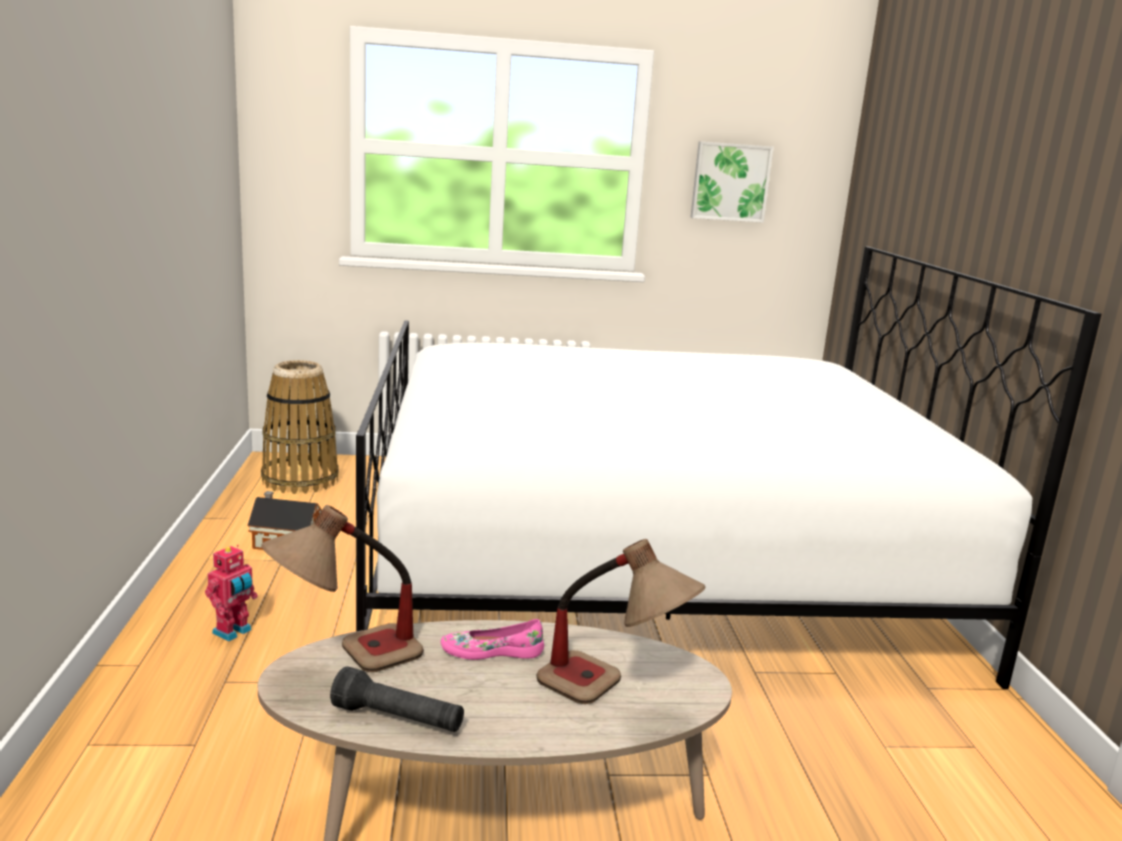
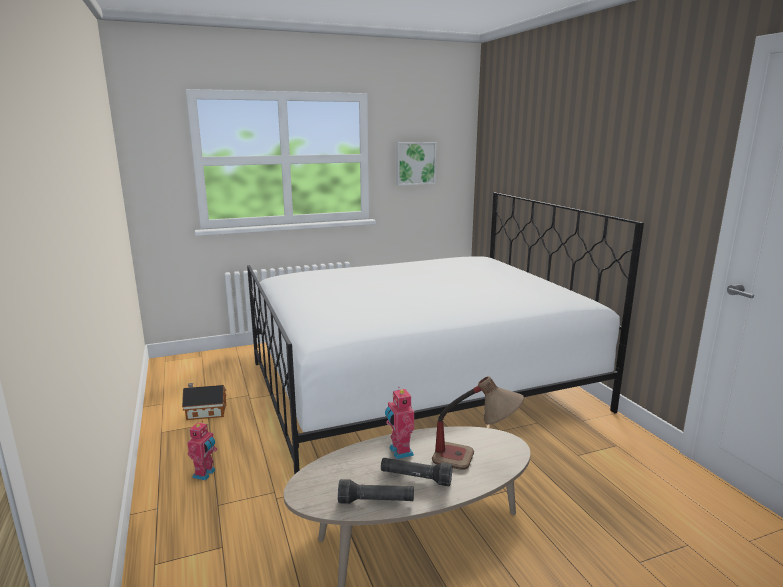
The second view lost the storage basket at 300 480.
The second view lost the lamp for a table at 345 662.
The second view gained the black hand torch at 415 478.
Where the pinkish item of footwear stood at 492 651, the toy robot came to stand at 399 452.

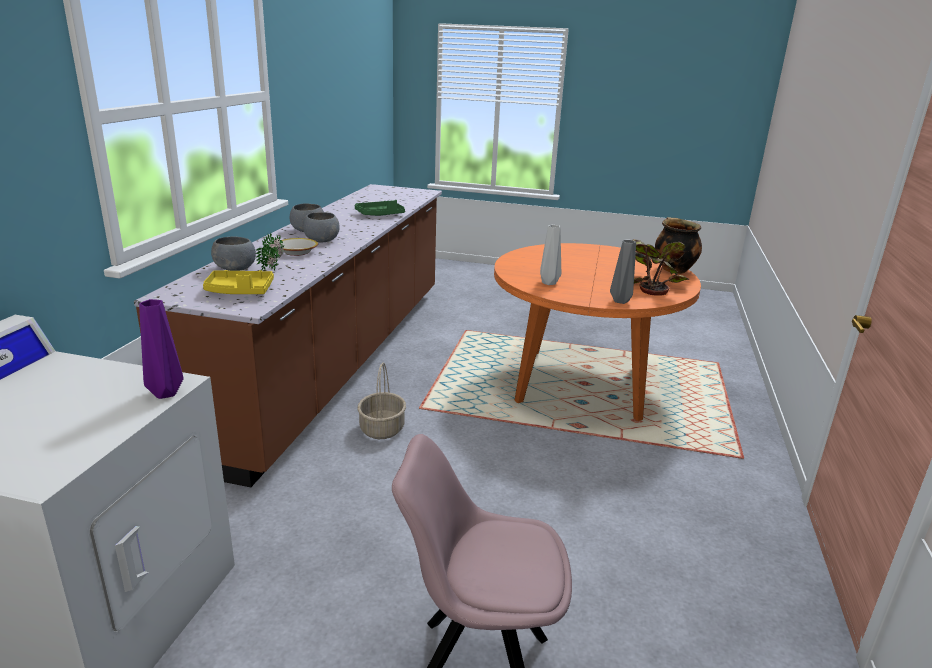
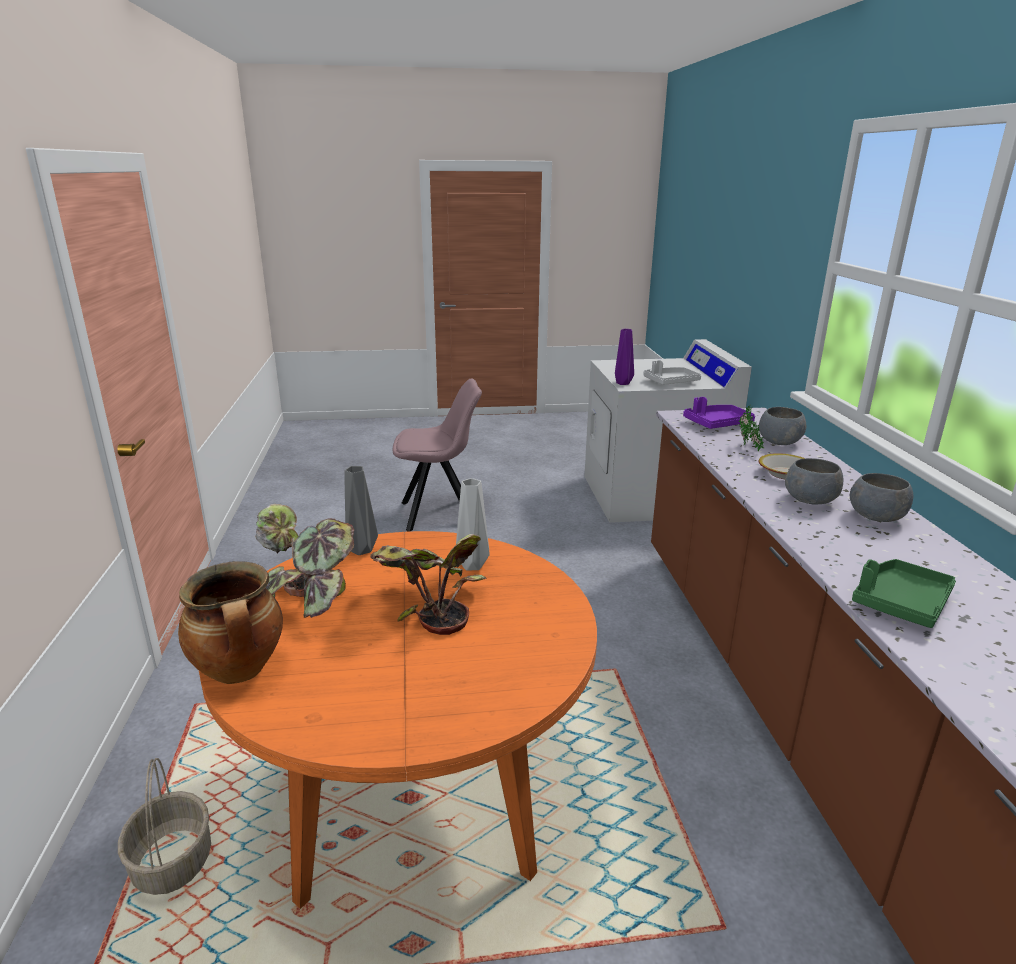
The second view gained the plant in a pot at 427 605.
The second view gained the gray serving tray at 670 382.
The storage basket ended up elsewhere, having gone from 382 429 to 171 861.
What was the yellowish serving tray at 239 291 turned into the purple serving tray at 717 424.

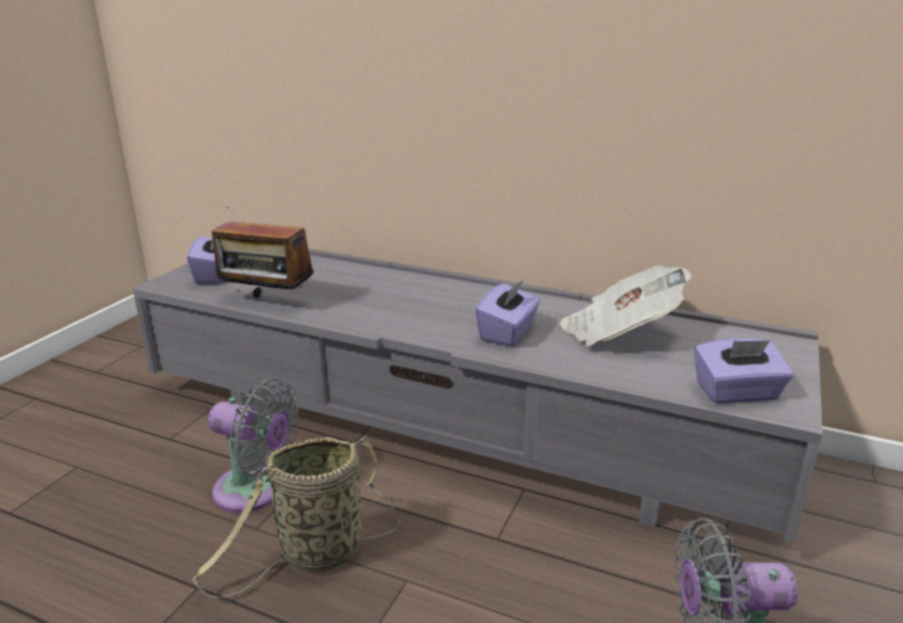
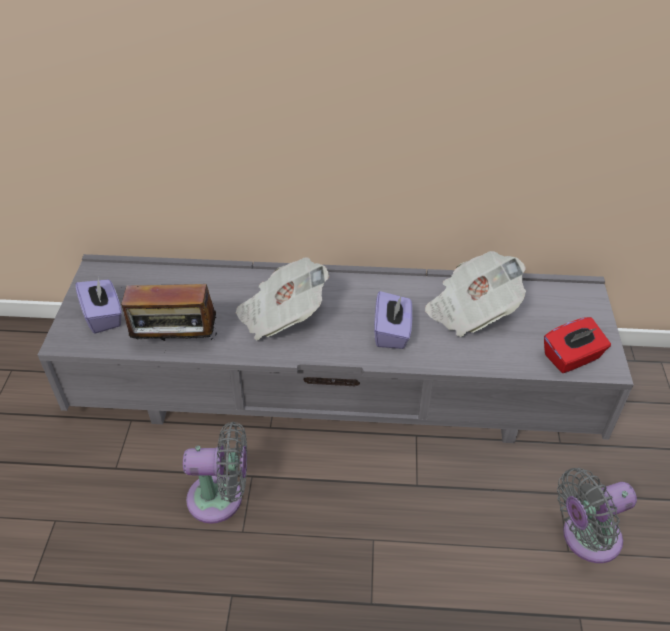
The second view lost the storage basket at 316 555.
The second view gained the newspaper at 281 315.
What was the purple tissue holder at 737 393 turned into the red tissue holder at 572 358.

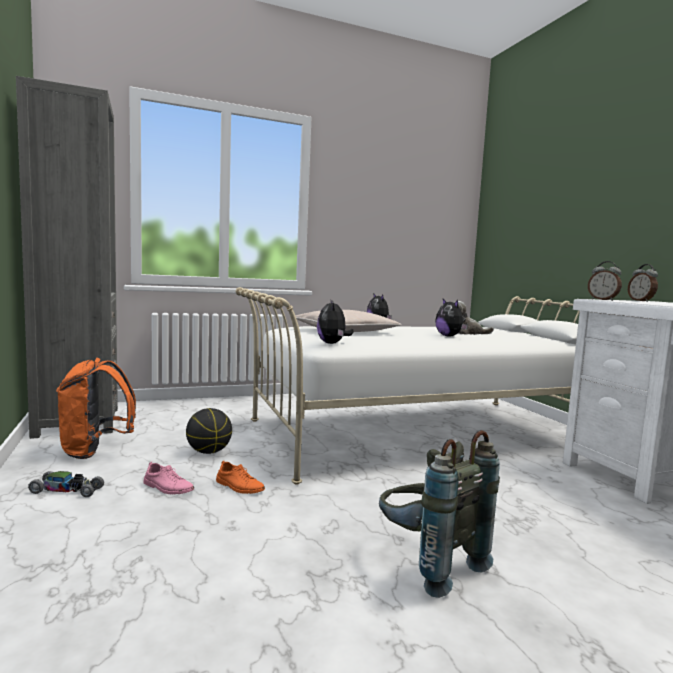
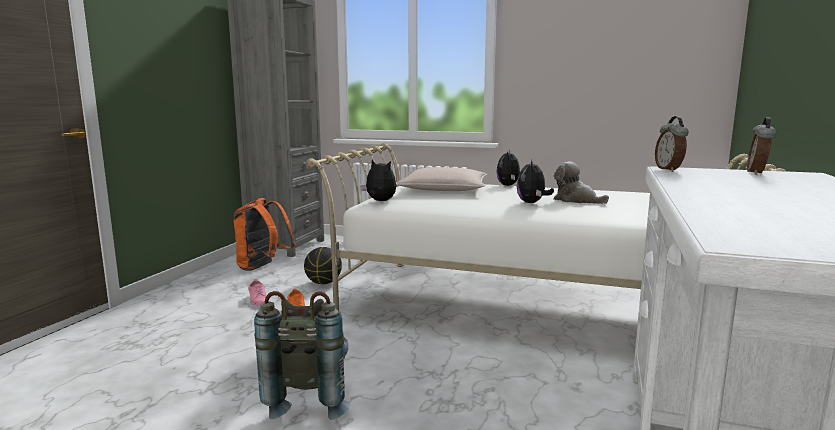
The second view lost the miniature car at 67 490.
The soft toy at 332 343 ended up facing another way, 90 degrees clockwise from before.

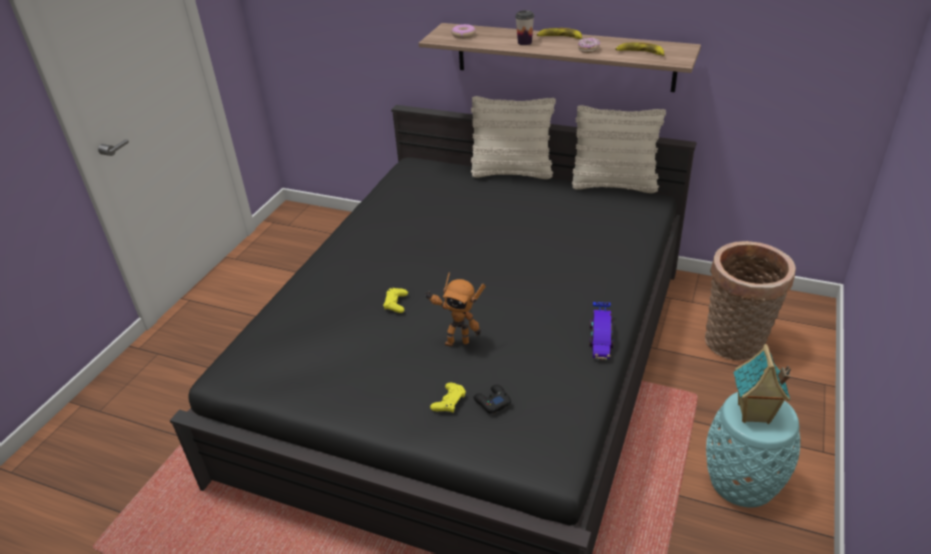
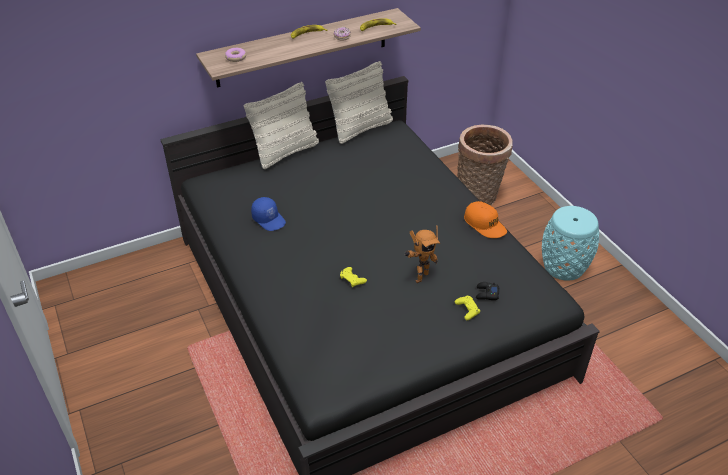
The second view lost the drinking cup at 524 42.
The second view lost the model house at 753 414.
The second view gained the blue-coloured peaked cap at 269 219.
Where the miniature car stood at 601 338, the orangey peaked cap came to stand at 485 224.

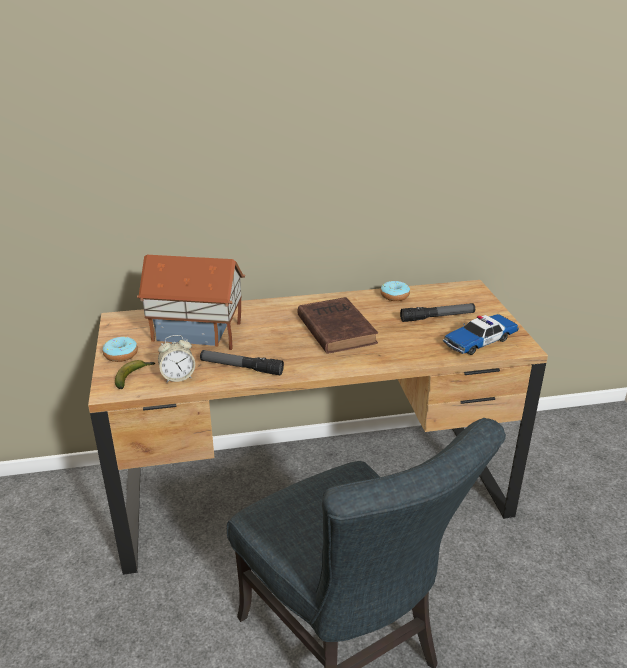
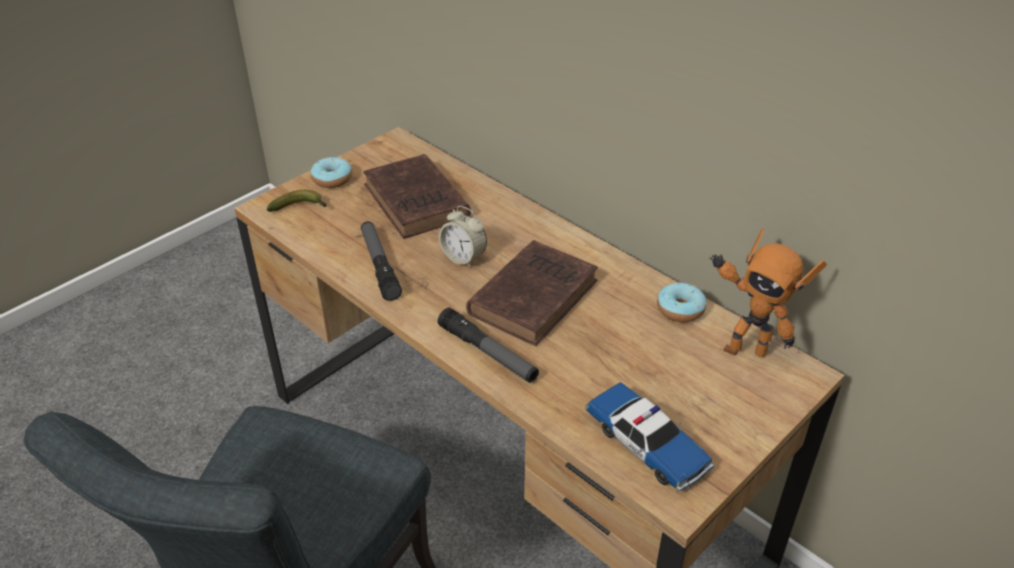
The second view gained the toy robot at 744 348.
The bedside clock ended up elsewhere, having gone from 178 377 to 463 257.
The hand torch ended up elsewhere, having gone from 437 317 to 488 353.
Where the model house stood at 197 334, the brown book came to stand at 417 203.
The miniature car at 480 341 ended up facing another way, 150 degrees counterclockwise from before.

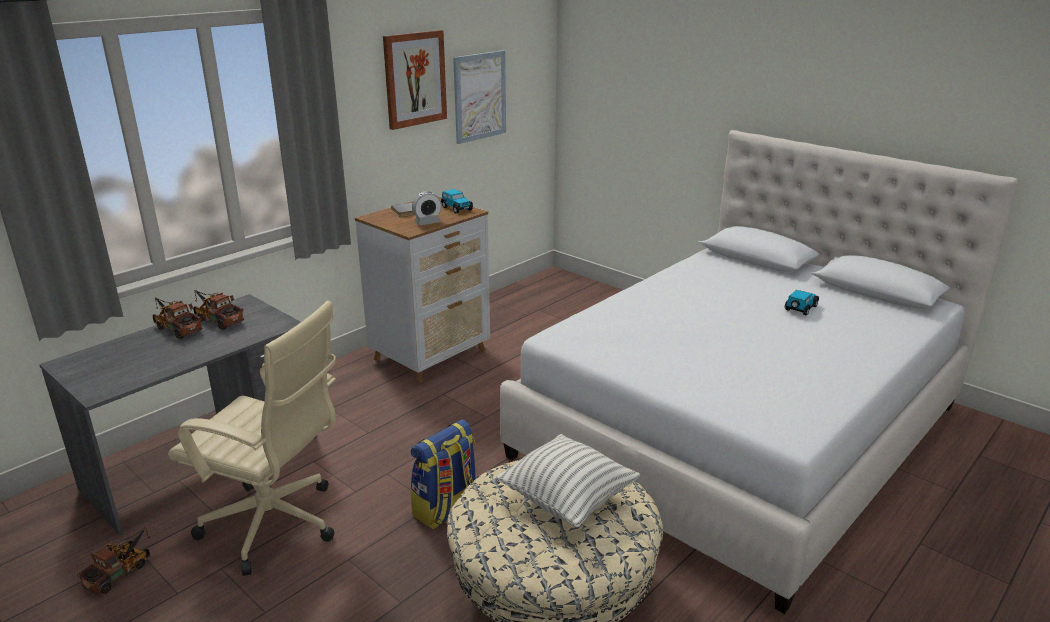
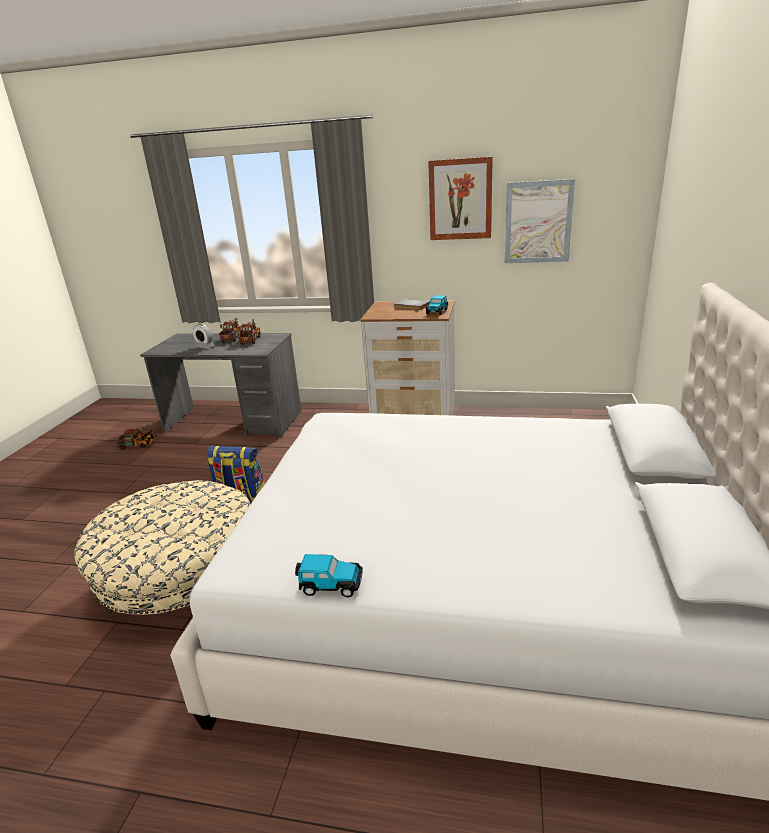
The second view lost the beige-coloured office chair at 277 526.
The second view lost the pillow at 567 500.
The bedside clock ended up elsewhere, having gone from 427 222 to 205 347.
The miniature car ended up elsewhere, having gone from 800 308 to 330 584.

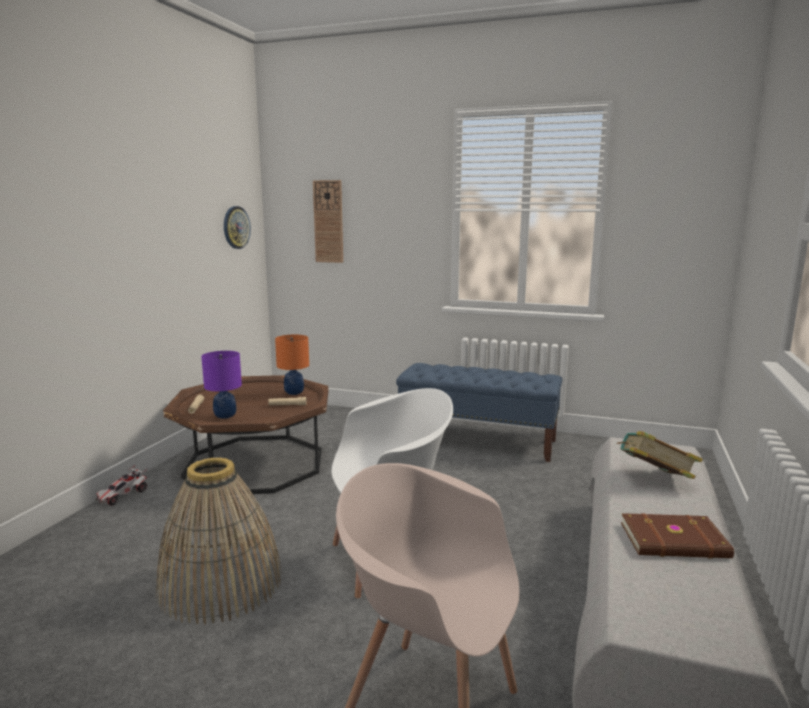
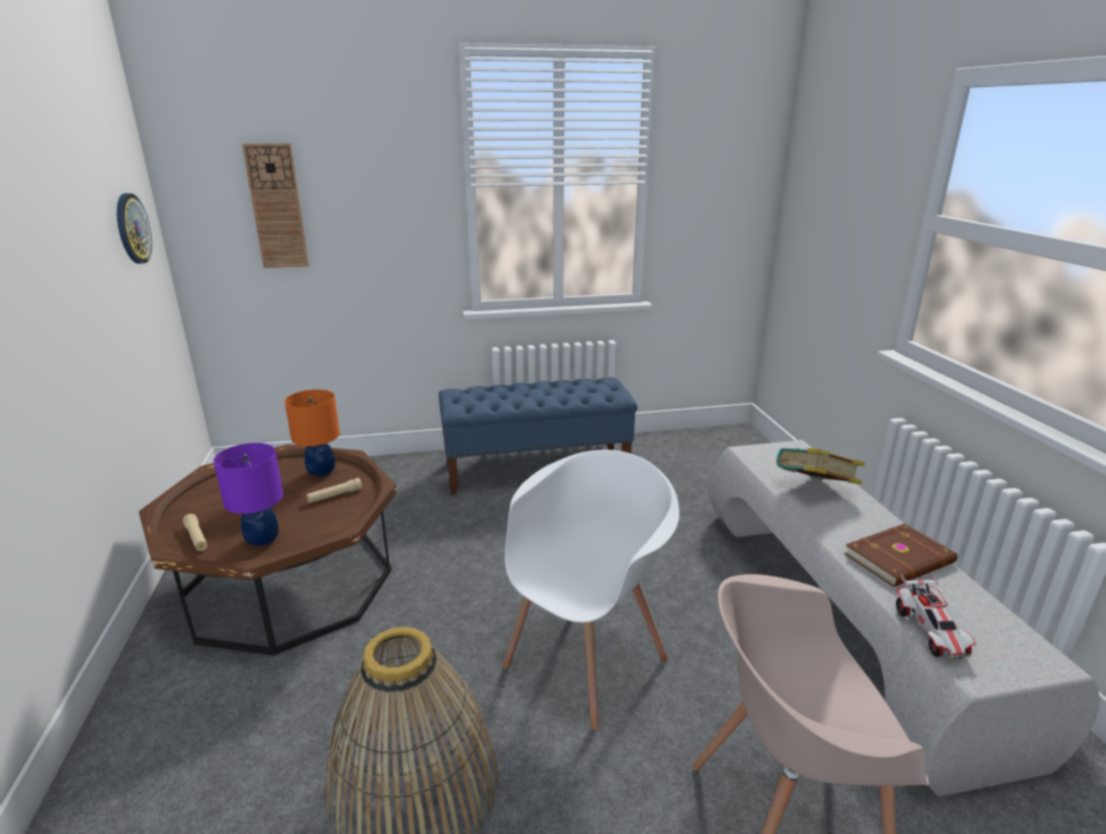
The miniature car ended up elsewhere, having gone from 123 496 to 931 632.

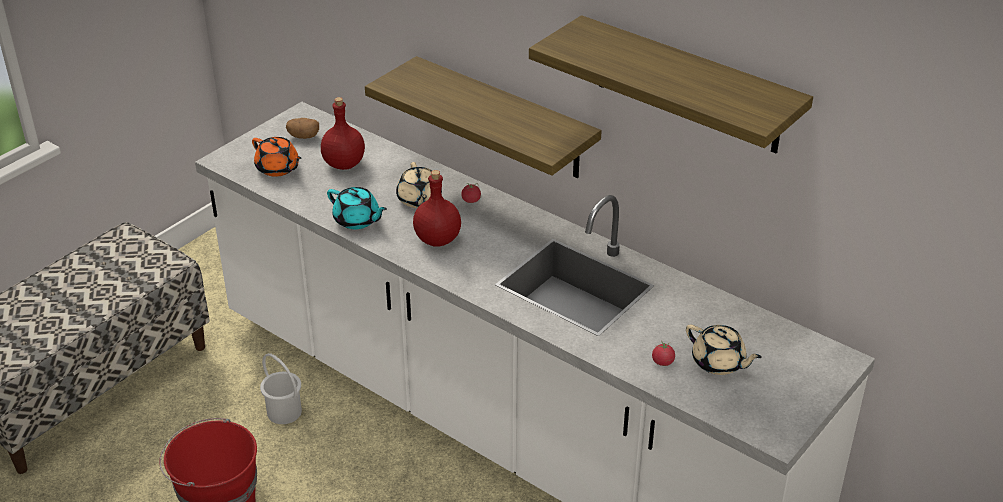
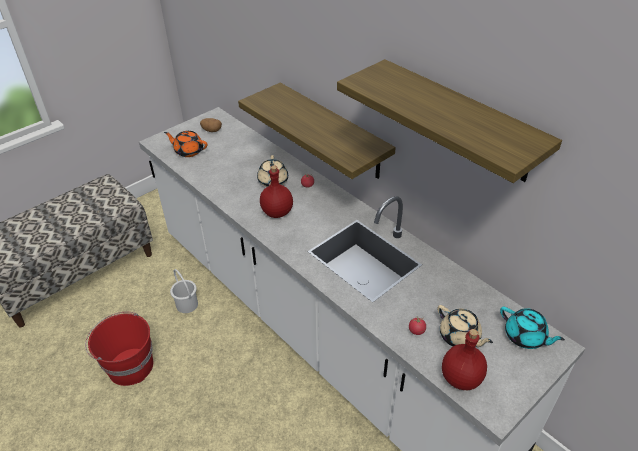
The red beverage bottle ended up elsewhere, having gone from 344 164 to 461 378.
The blue-green teapot ended up elsewhere, having gone from 357 220 to 525 337.
The orangey teapot at 278 168 ended up facing another way, 150 degrees clockwise from before.

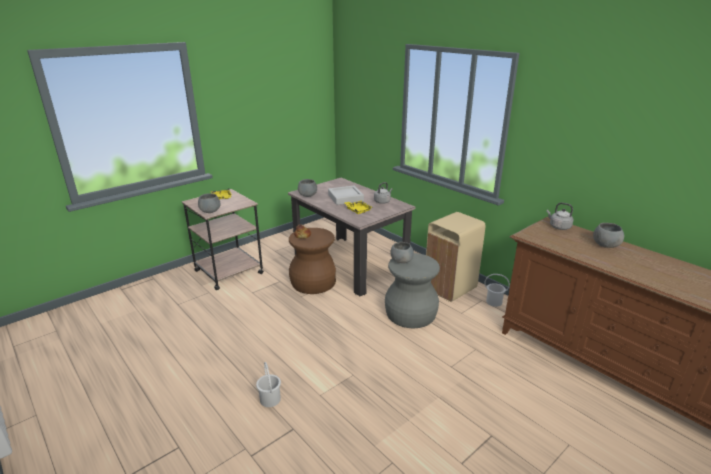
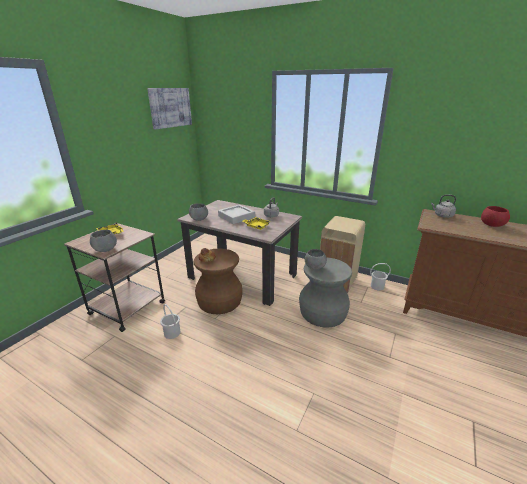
The second view gained the wall art at 170 107.
The whitish water bucket ended up elsewhere, having gone from 270 399 to 172 333.
What was the gray bowl at 605 245 turned into the red bowl at 491 225.

